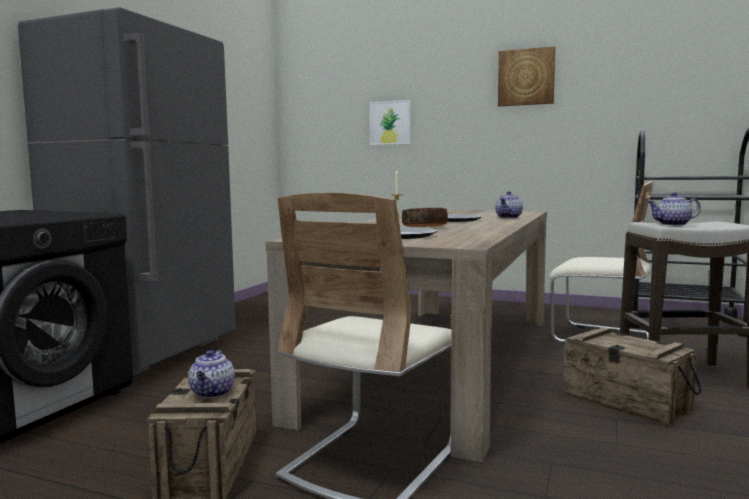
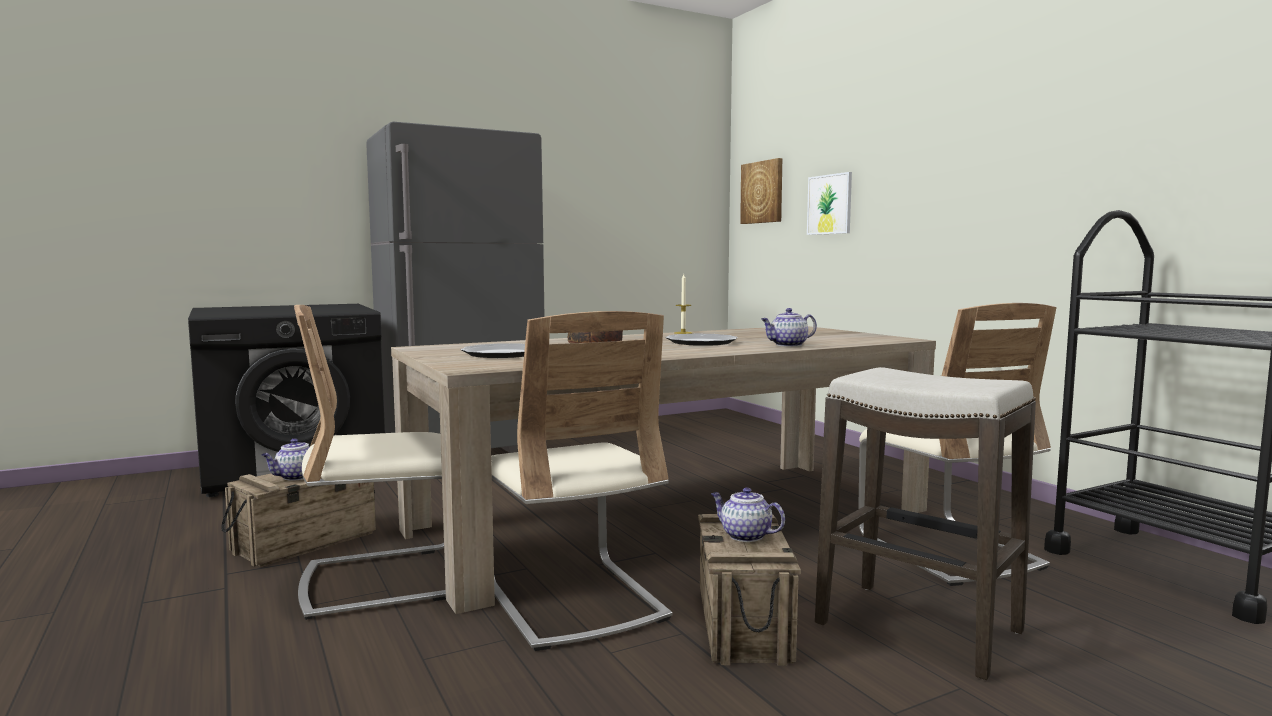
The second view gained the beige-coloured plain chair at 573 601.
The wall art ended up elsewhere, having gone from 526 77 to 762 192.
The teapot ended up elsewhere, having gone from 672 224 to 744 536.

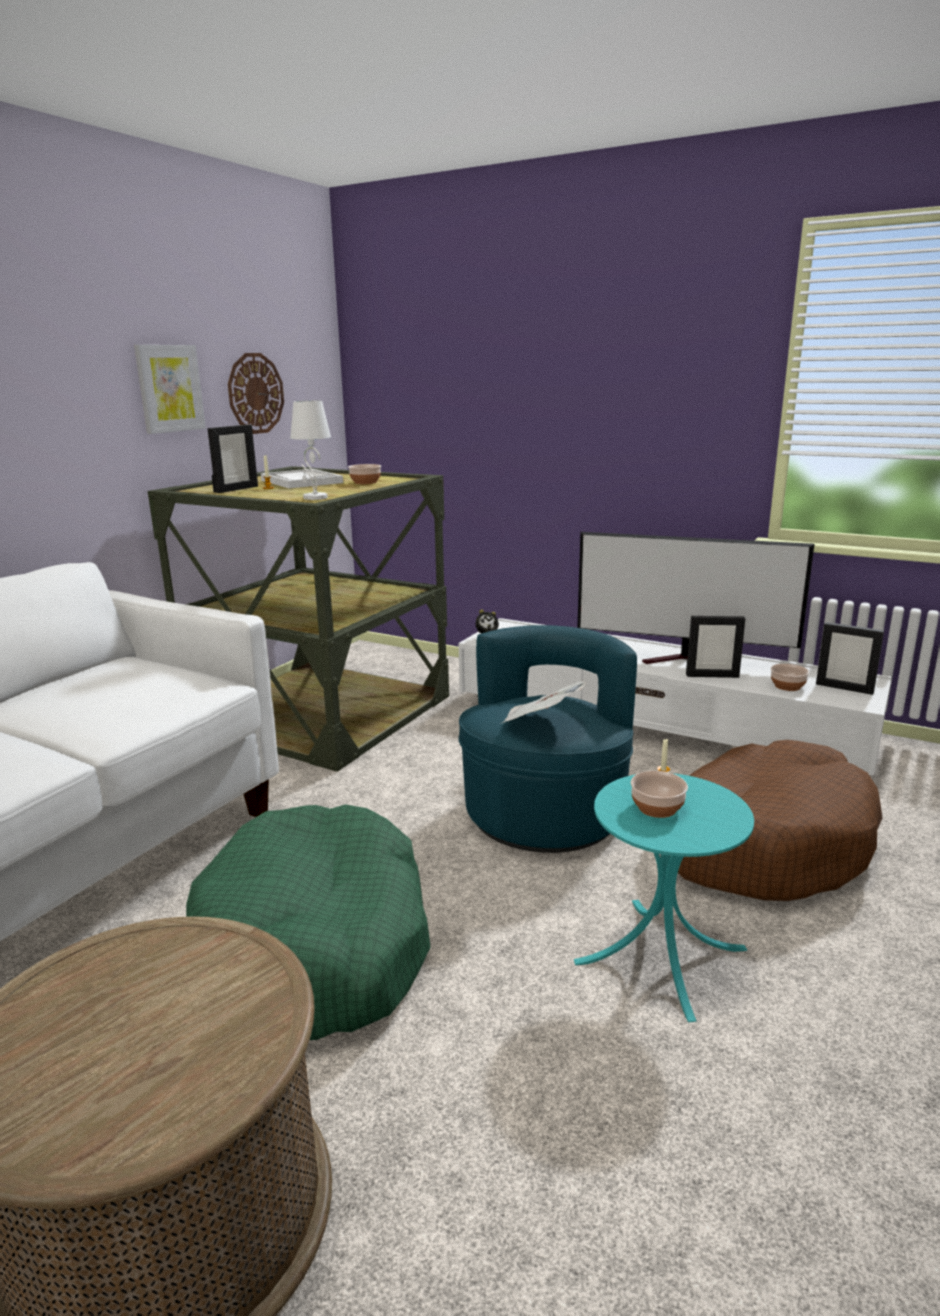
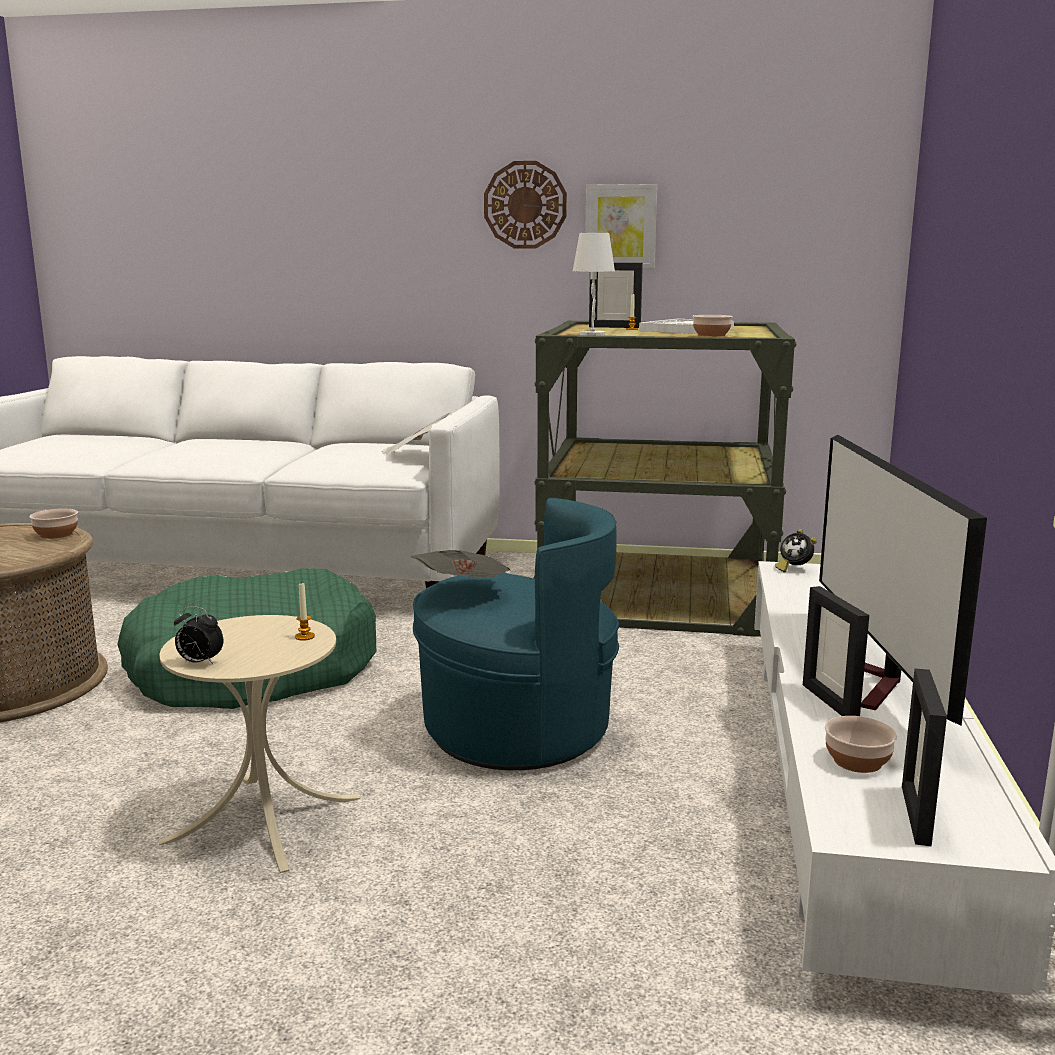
The second view lost the brown dog bed at 762 842.
The second view gained the bedside clock at 199 663.
The second view gained the newspaper at 415 454.
The wall clock ended up elsewhere, having gone from 255 393 to 525 205.
The bowl ended up elsewhere, having gone from 656 808 to 56 534.
What was the blue-green side table at 661 955 turned into the beige-coloured side table at 263 819.

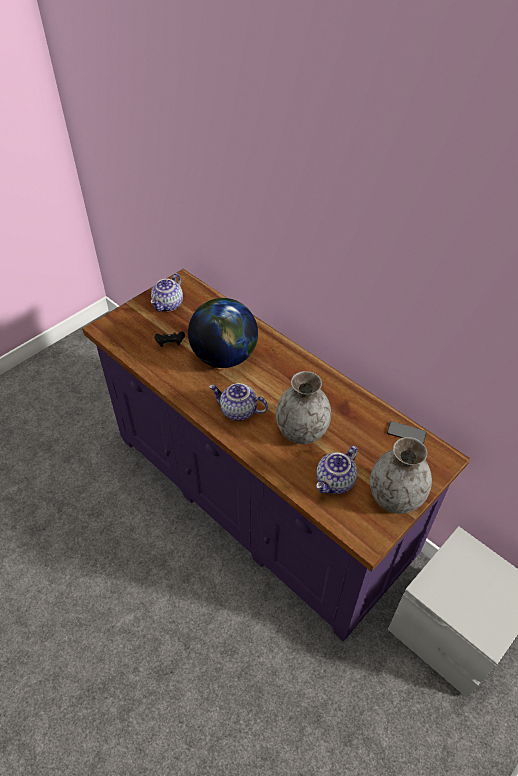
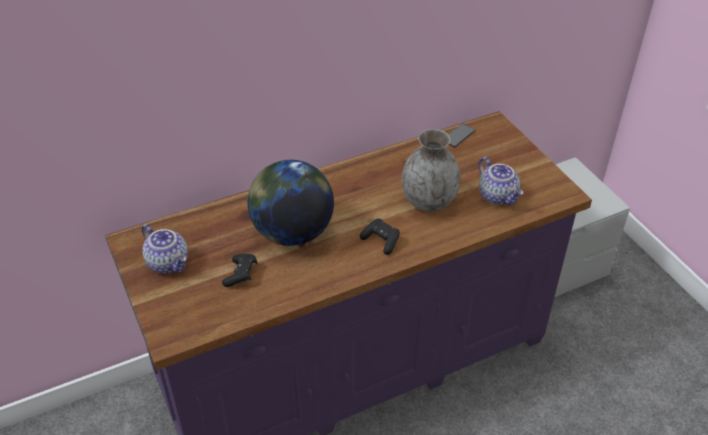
The second view lost the gray flower vase at 394 497.
Where the teapot stood at 238 411, the black game controller came to stand at 381 241.

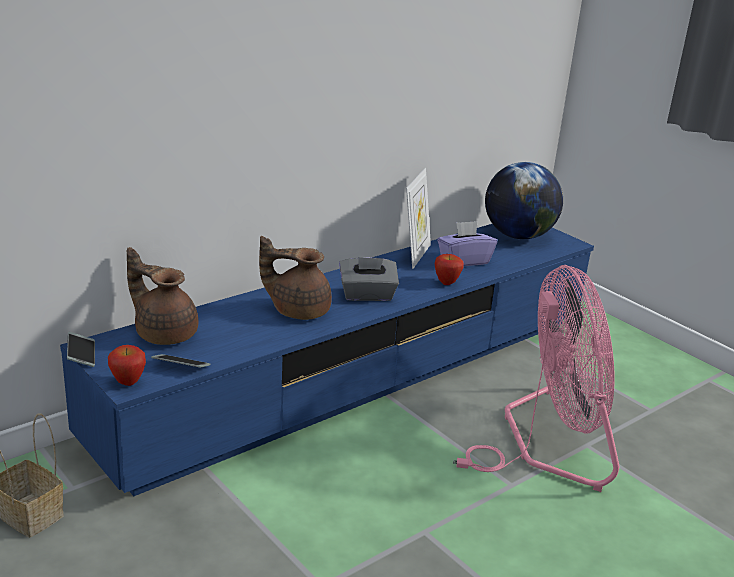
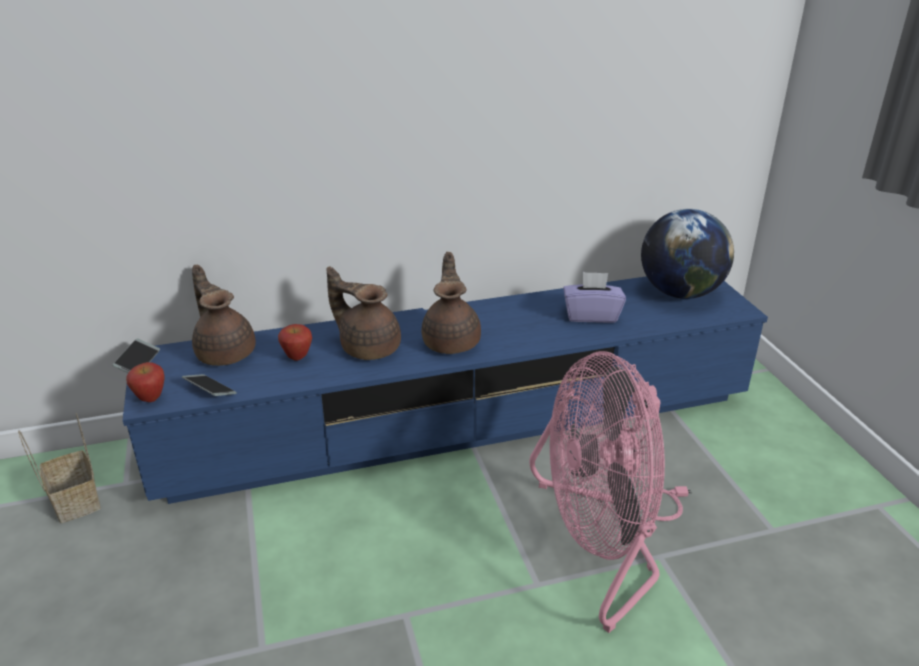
The second view lost the standing frame at 415 255.
The apple ended up elsewhere, having gone from 446 283 to 297 357.
Where the gray tissue holder stood at 367 295, the brown teapot came to stand at 452 341.
The pinkish electric fan at 540 441 ended up facing another way, 150 degrees clockwise from before.

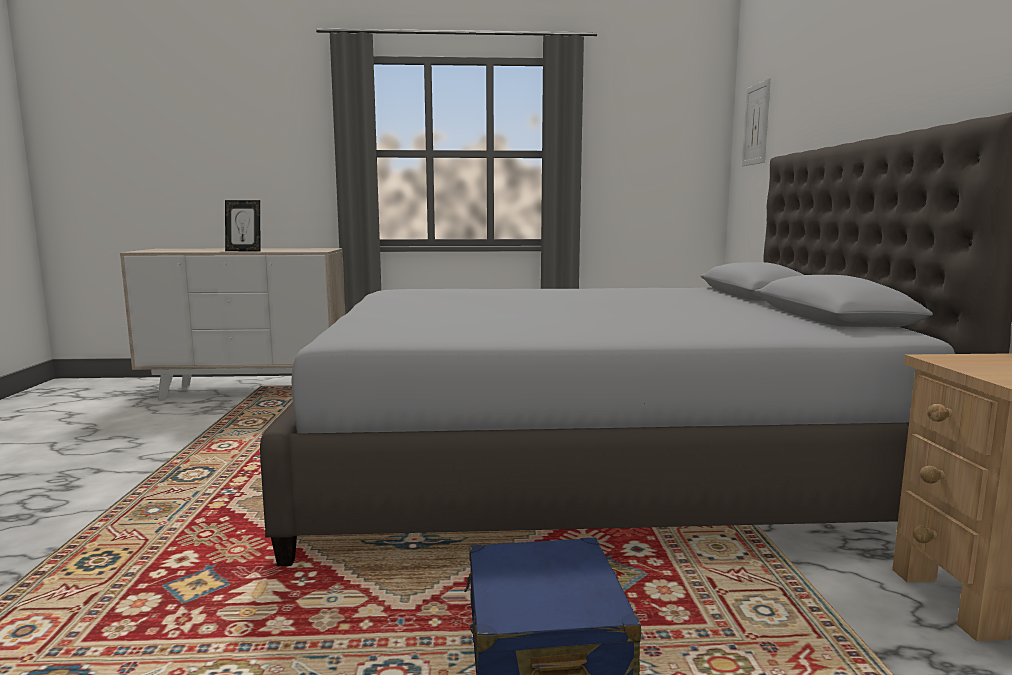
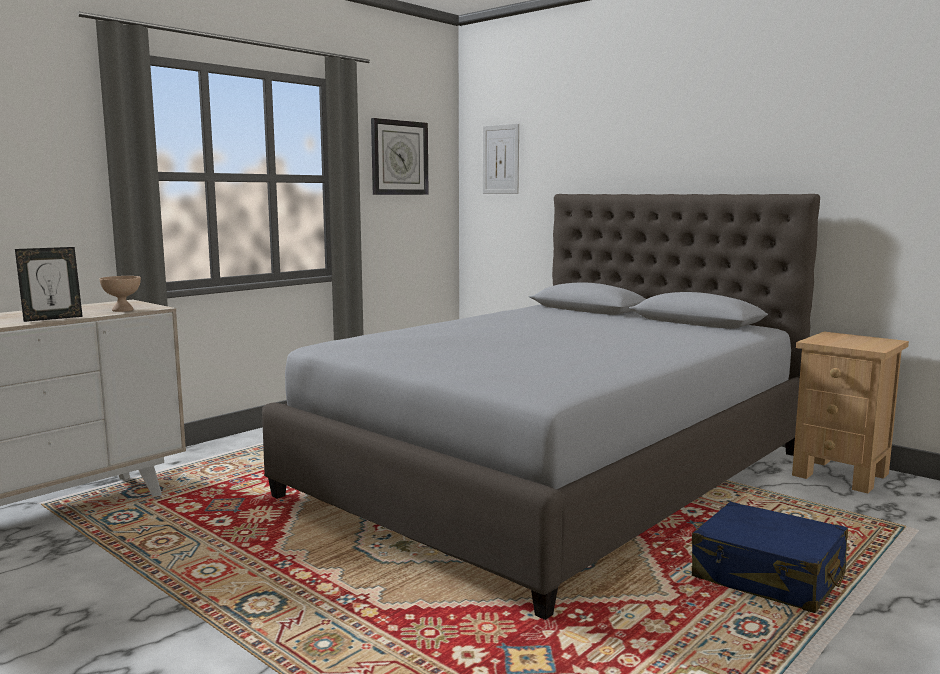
The second view gained the beige-coloured bowl at 122 310.
The second view gained the wall clock at 399 158.

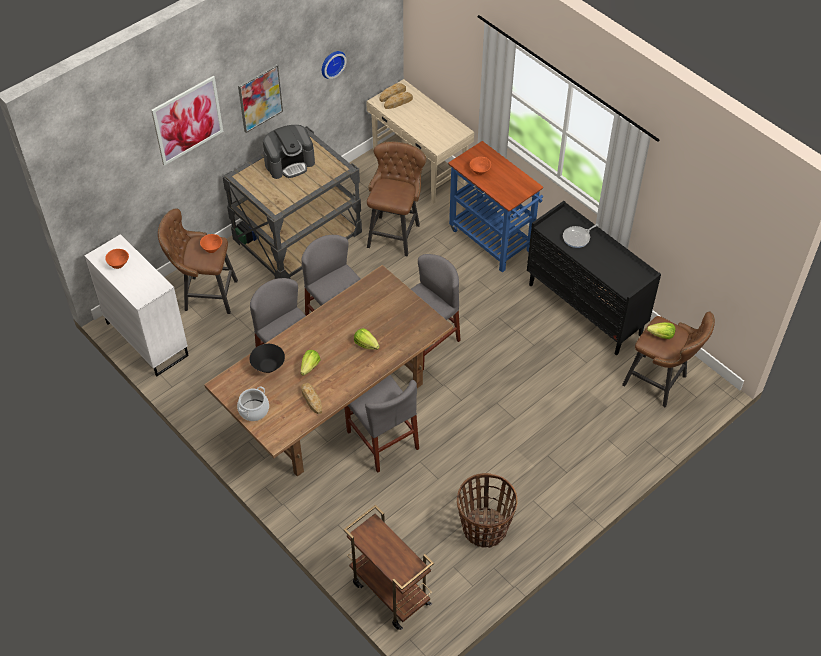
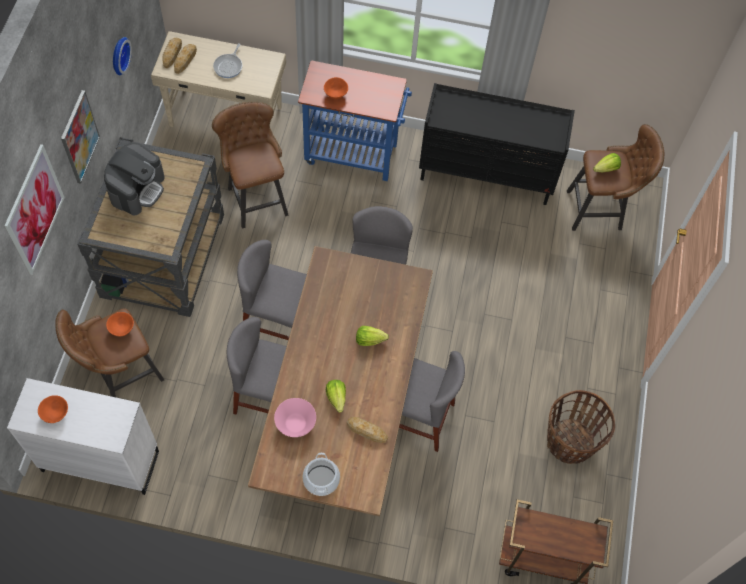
The frying pan ended up elsewhere, having gone from 577 238 to 229 66.
What was the black bowl at 268 366 turned into the pinkish bowl at 295 423.

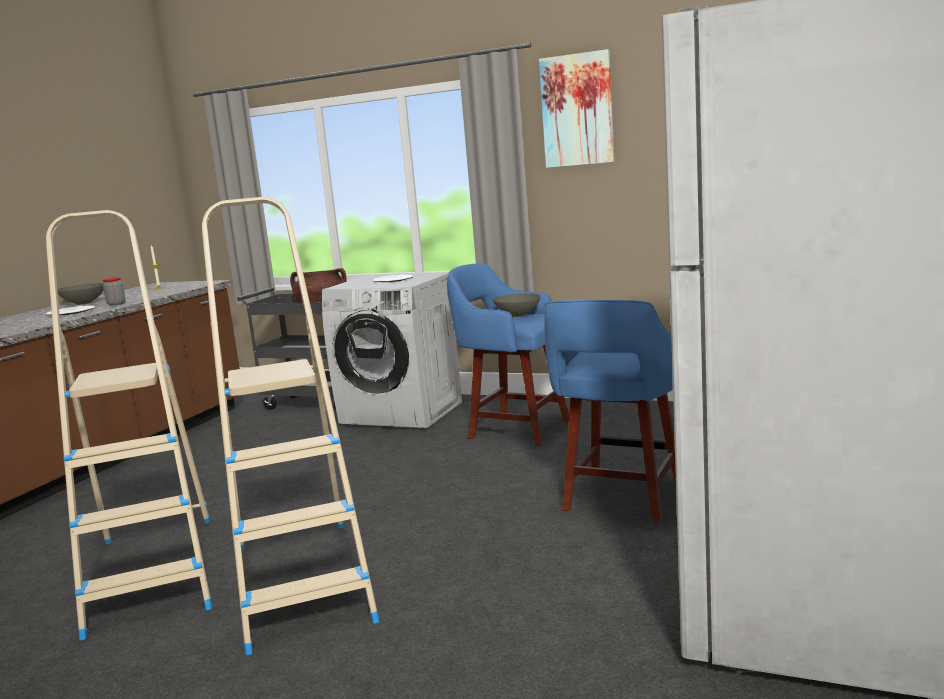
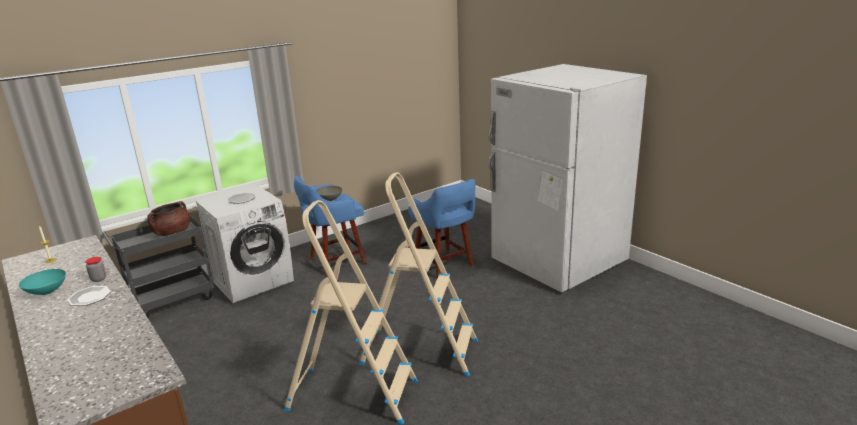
The second view lost the wall art at 577 110.
What was the gray bowl at 84 303 turned into the blue-green bowl at 47 291.

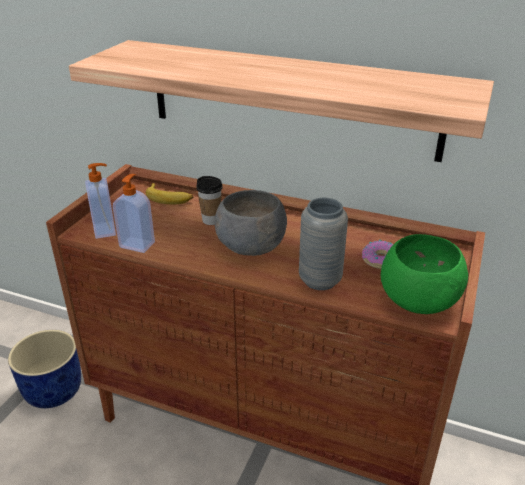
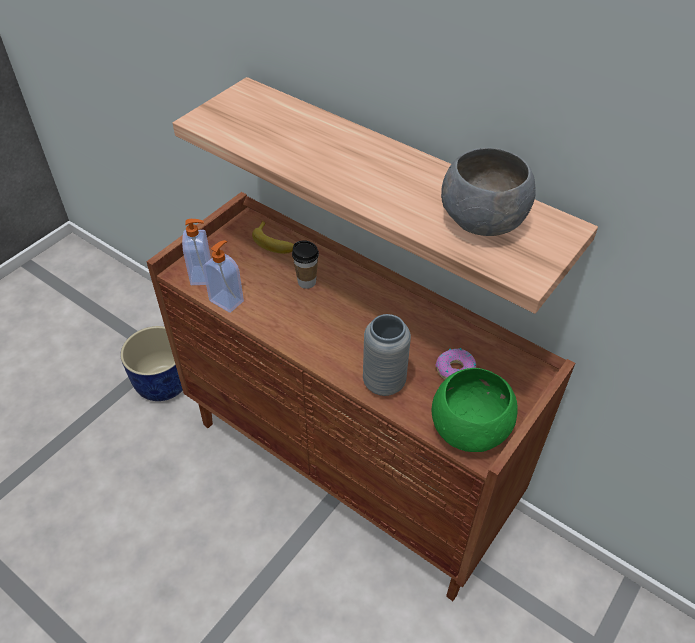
The gray bowl ended up elsewhere, having gone from 251 246 to 483 220.

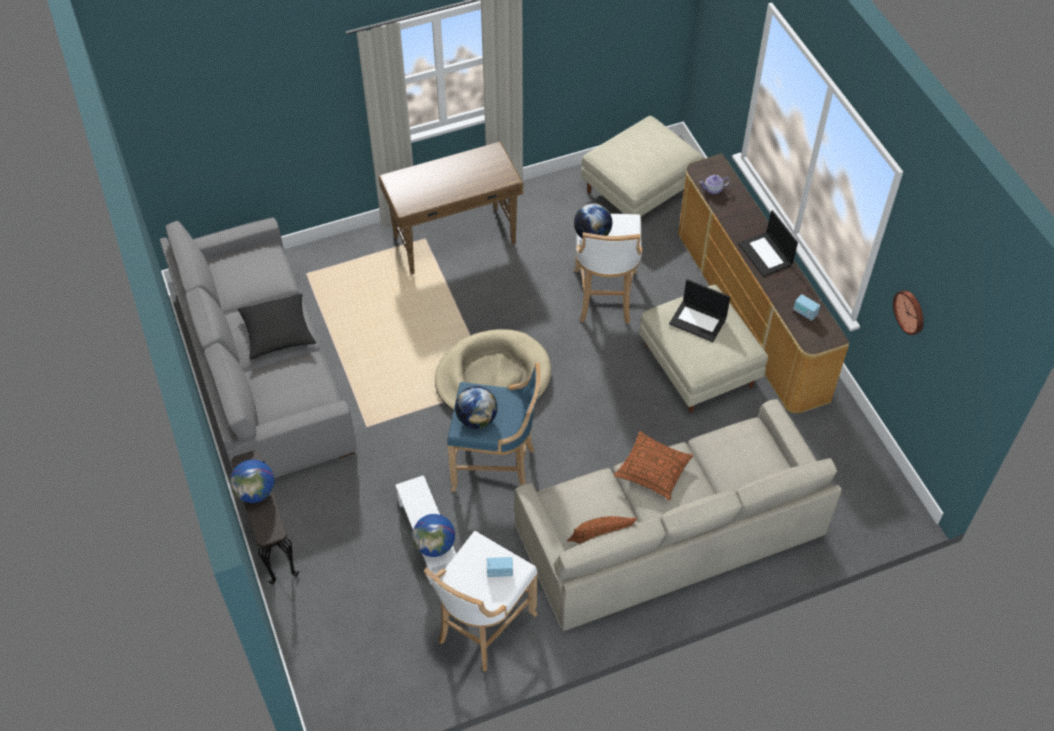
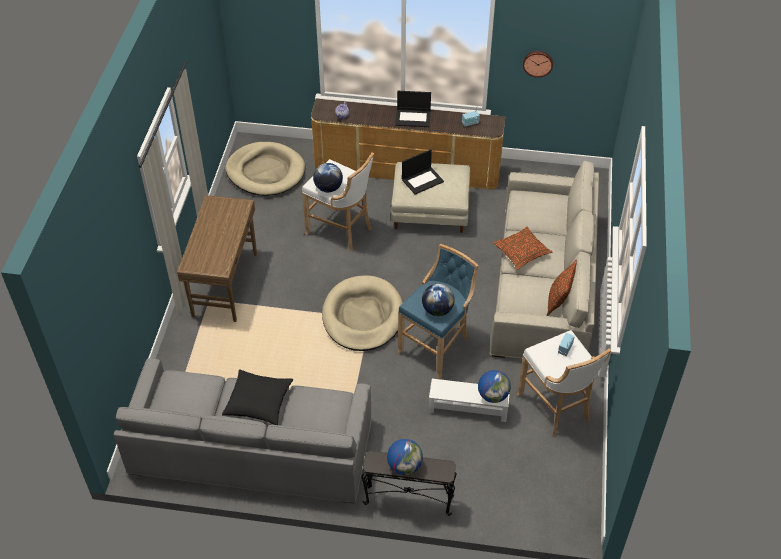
Where the beige-coloured footrest stood at 640 189, the beige-coloured dog bed came to stand at 265 172.

